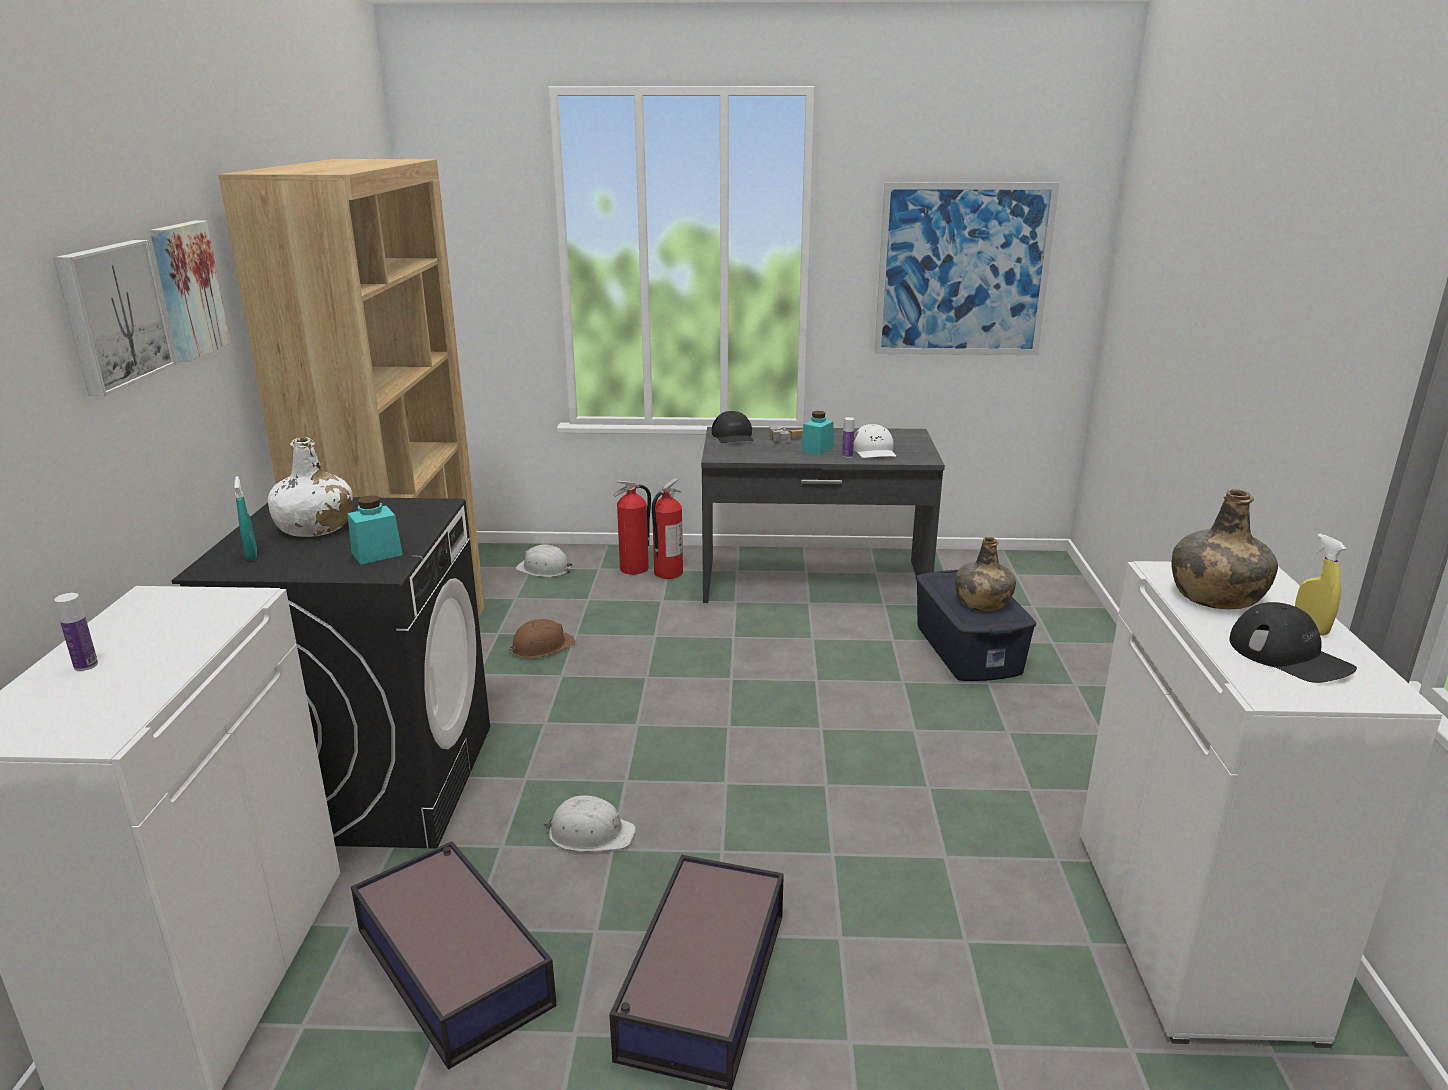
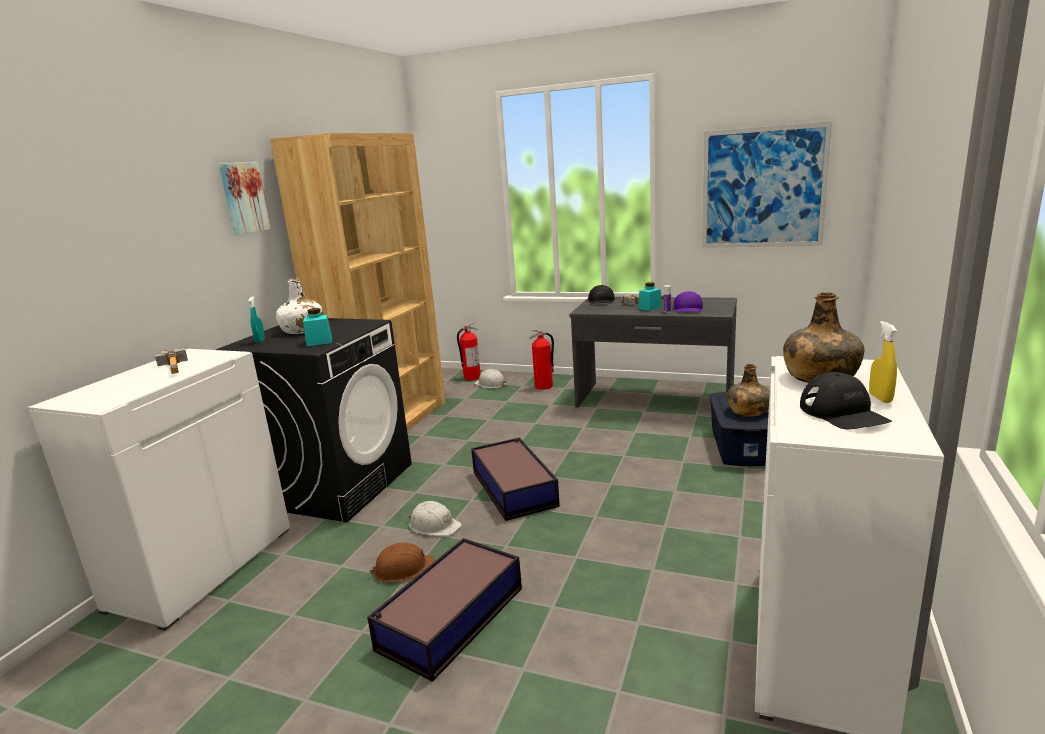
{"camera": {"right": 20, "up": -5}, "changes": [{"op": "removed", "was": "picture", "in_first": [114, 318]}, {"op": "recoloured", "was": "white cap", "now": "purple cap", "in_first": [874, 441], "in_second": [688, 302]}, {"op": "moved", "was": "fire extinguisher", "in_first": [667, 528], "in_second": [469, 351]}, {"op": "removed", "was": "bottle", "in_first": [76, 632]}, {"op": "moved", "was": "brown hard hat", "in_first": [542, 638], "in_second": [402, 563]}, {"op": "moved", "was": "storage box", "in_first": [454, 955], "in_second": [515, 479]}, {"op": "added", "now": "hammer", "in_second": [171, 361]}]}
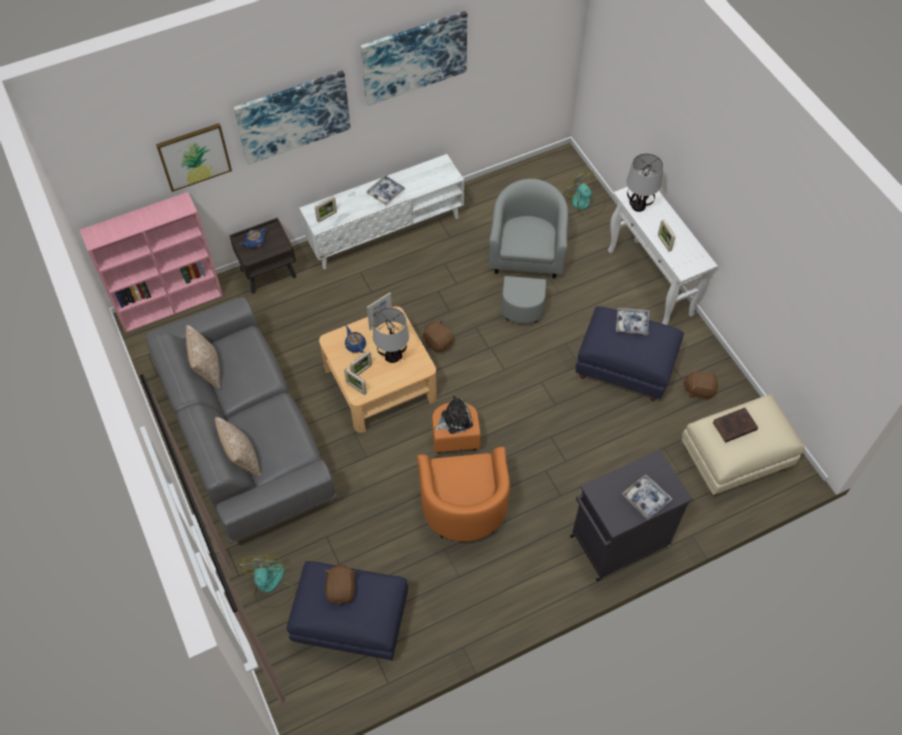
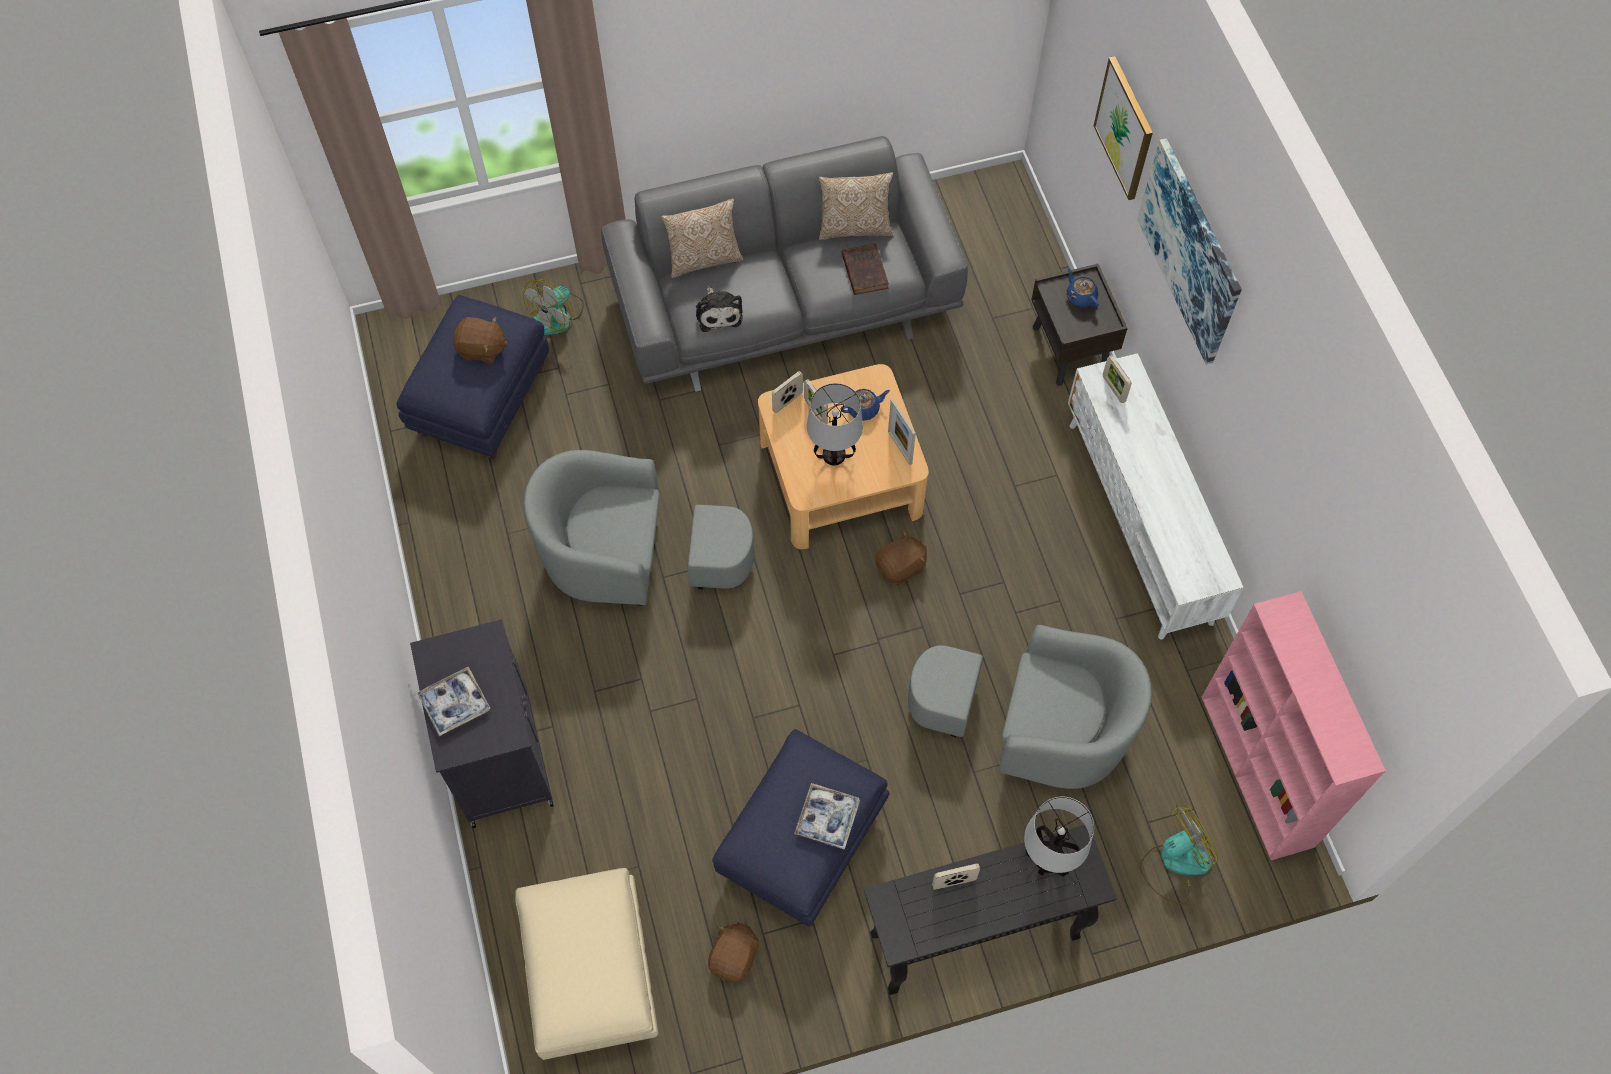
{"camera": {"right": 100, "up": 5}, "changes": [{"op": "removed", "was": "picture", "in_first": [413, 58]}, {"op": "removed", "was": "tray", "in_first": [386, 190]}, {"op": "recoloured", "was": "white console table", "now": "black console table", "in_first": [663, 256], "in_second": [990, 910]}, {"op": "moved", "was": "pink bookcase", "in_first": [151, 262], "in_second": [1294, 725]}, {"op": "moved", "was": "plush toy", "in_first": [453, 415], "in_second": [719, 309]}, {"op": "recoloured", "was": "orange armchair", "now": "grey armchair", "in_first": [463, 471], "in_second": [639, 528]}, {"op": "moved", "was": "brown book", "in_first": [735, 425], "in_second": [865, 269]}, {"op": "turned", "was": "fan", "in_first": [267, 582], "in_second": [553, 307], "clockwise": 120}]}
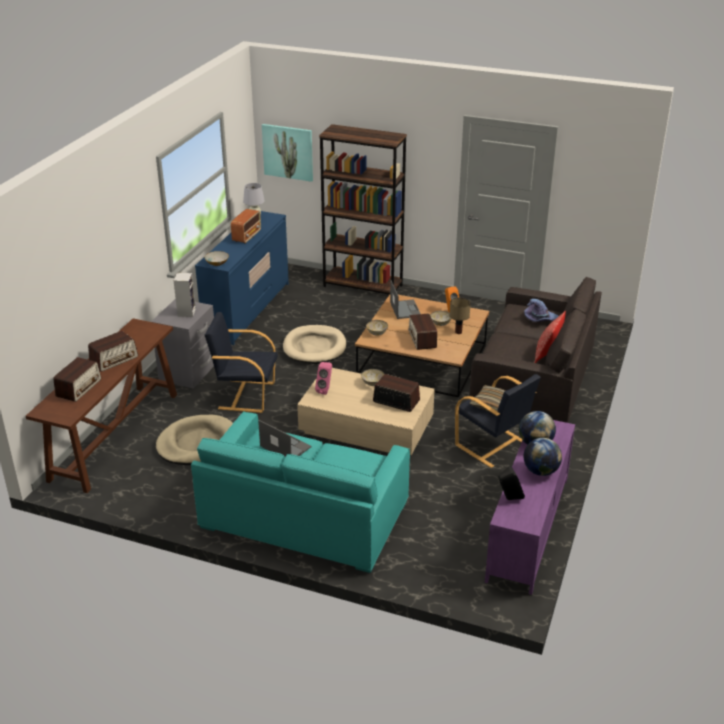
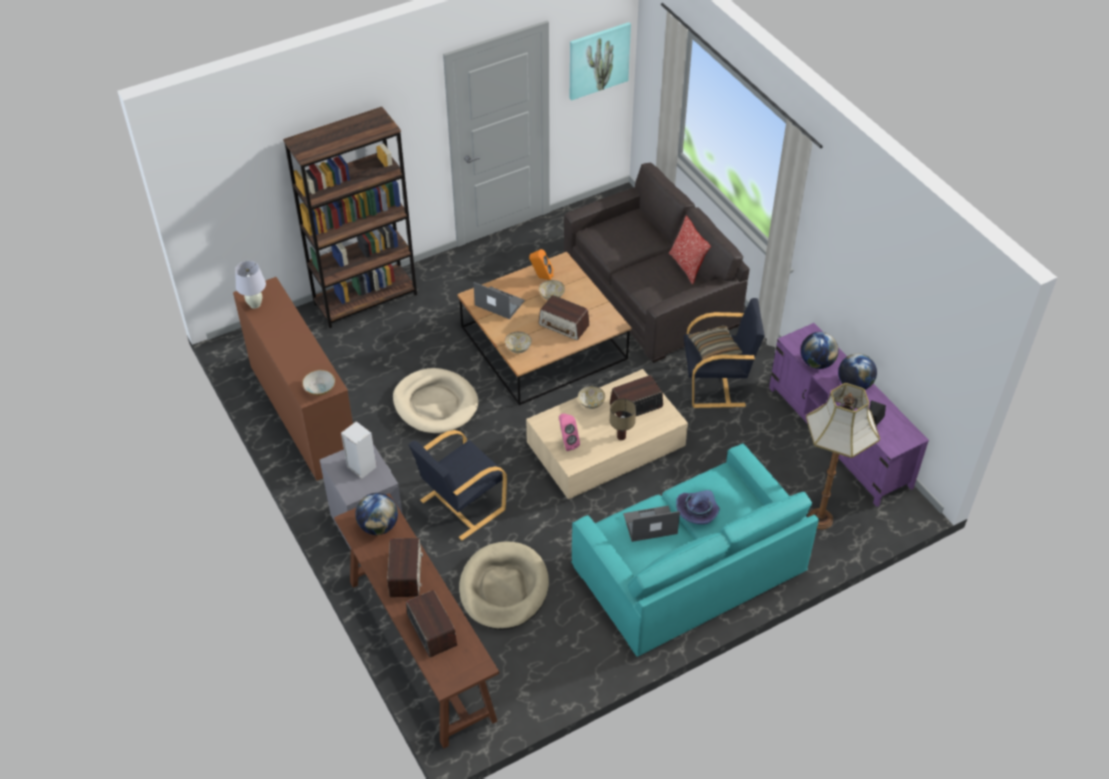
{"camera": {"right": -50, "up": 15}, "changes": [{"op": "moved", "was": "picture", "in_first": [287, 153], "in_second": [600, 61]}, {"op": "removed", "was": "radio", "in_first": [246, 226]}, {"op": "recoloured", "was": "blue dresser", "now": "brown dresser", "in_first": [242, 278], "in_second": [293, 379]}, {"op": "moved", "was": "table lamp", "in_first": [460, 316], "in_second": [623, 419]}, {"op": "moved", "was": "purple hat", "in_first": [541, 310], "in_second": [698, 507]}, {"op": "added", "now": "floor lamp", "in_second": [843, 456]}, {"op": "added", "now": "globe", "in_second": [376, 514]}]}
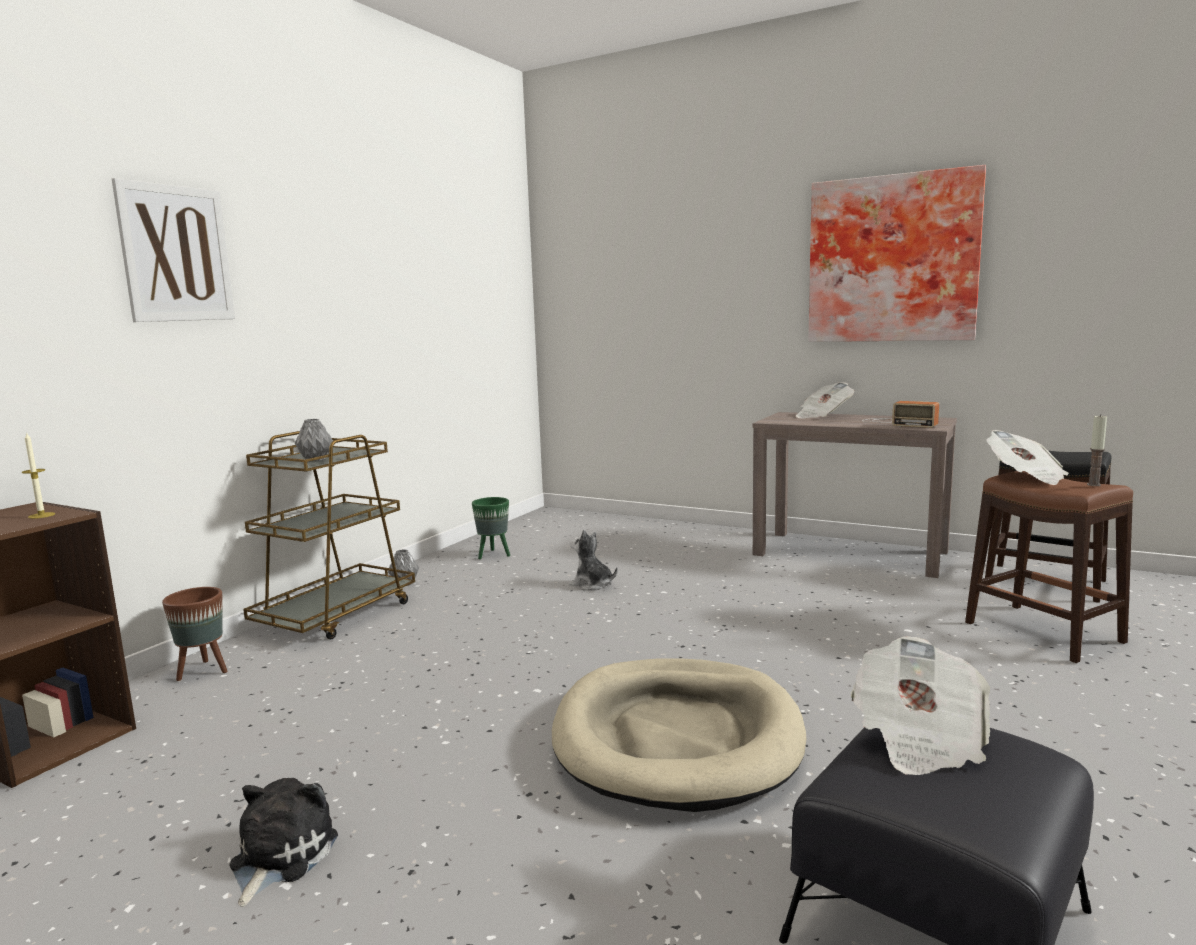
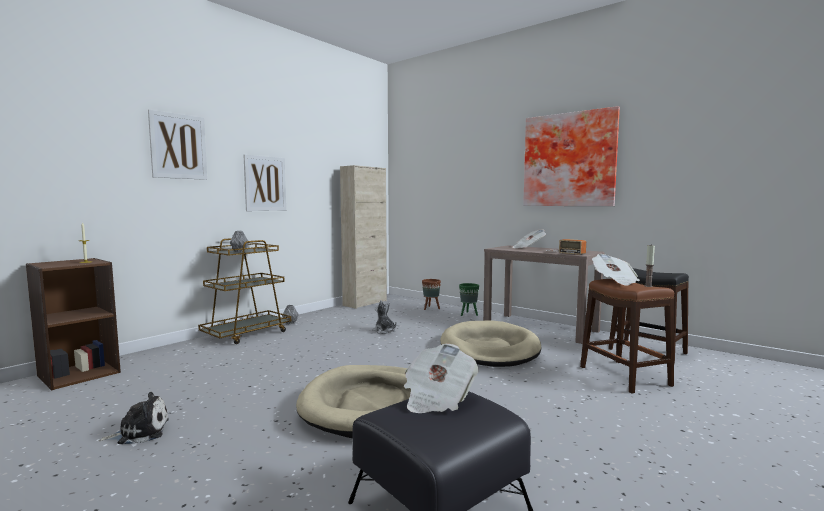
{"camera": {"right": 10, "up": -5}, "changes": [{"op": "moved", "was": "green planter", "in_first": [491, 528], "in_second": [469, 299]}, {"op": "moved", "was": "brown planter", "in_first": [195, 634], "in_second": [431, 294]}, {"op": "turned", "was": "plush toy", "in_first": [284, 842], "in_second": [133, 418], "clockwise": 45}, {"op": "added", "now": "picture", "in_second": [265, 182]}, {"op": "added", "now": "beige cabinet", "in_second": [363, 237]}, {"op": "added", "now": "beige dog bed", "in_second": [490, 343]}]}
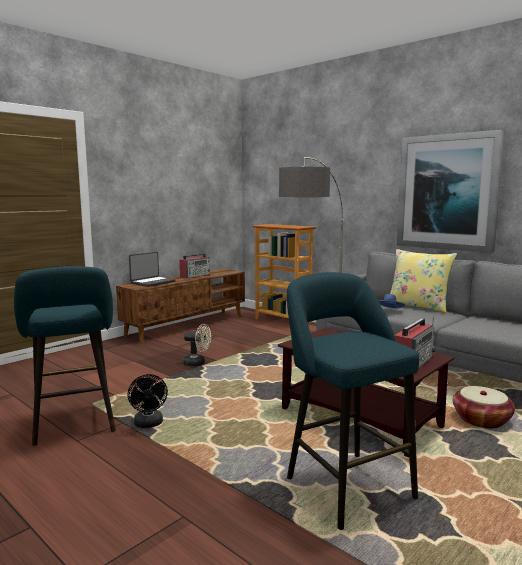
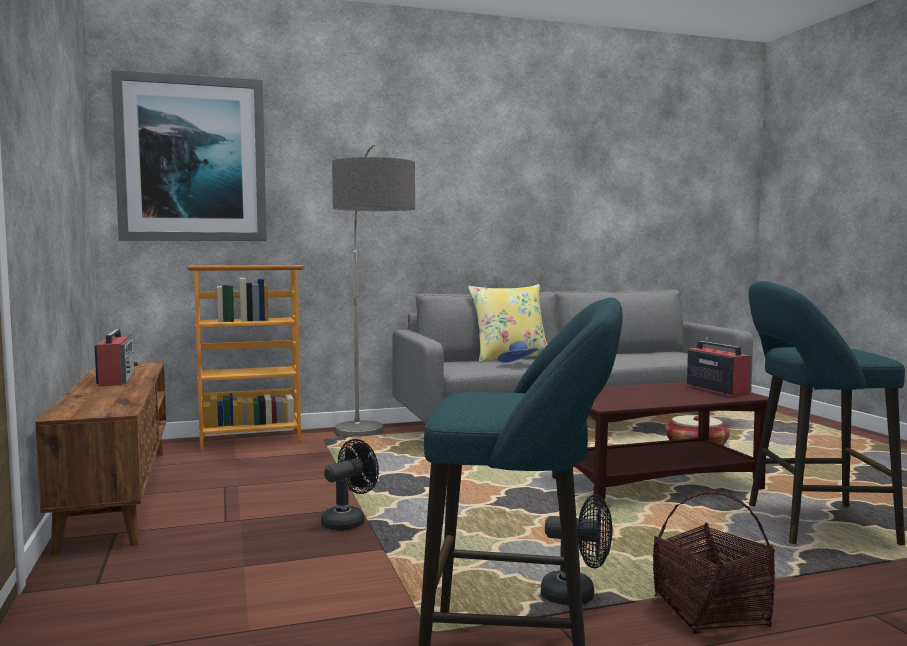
{"camera": {"right": -60, "up": -5}, "changes": [{"op": "moved", "was": "picture", "in_first": [451, 191], "in_second": [189, 155]}, {"op": "removed", "was": "laptop", "in_first": [152, 269]}, {"op": "recoloured", "was": "beige fan", "now": "black fan", "in_first": [197, 345], "in_second": [350, 485]}, {"op": "added", "now": "basket", "in_second": [714, 562]}]}
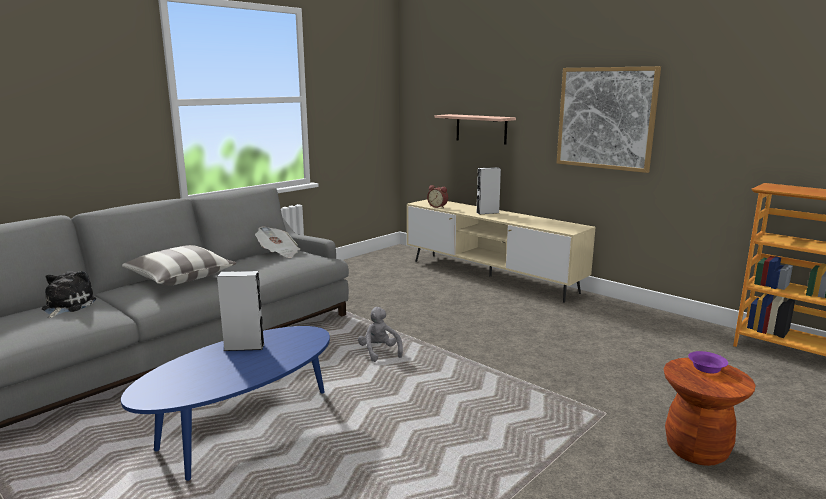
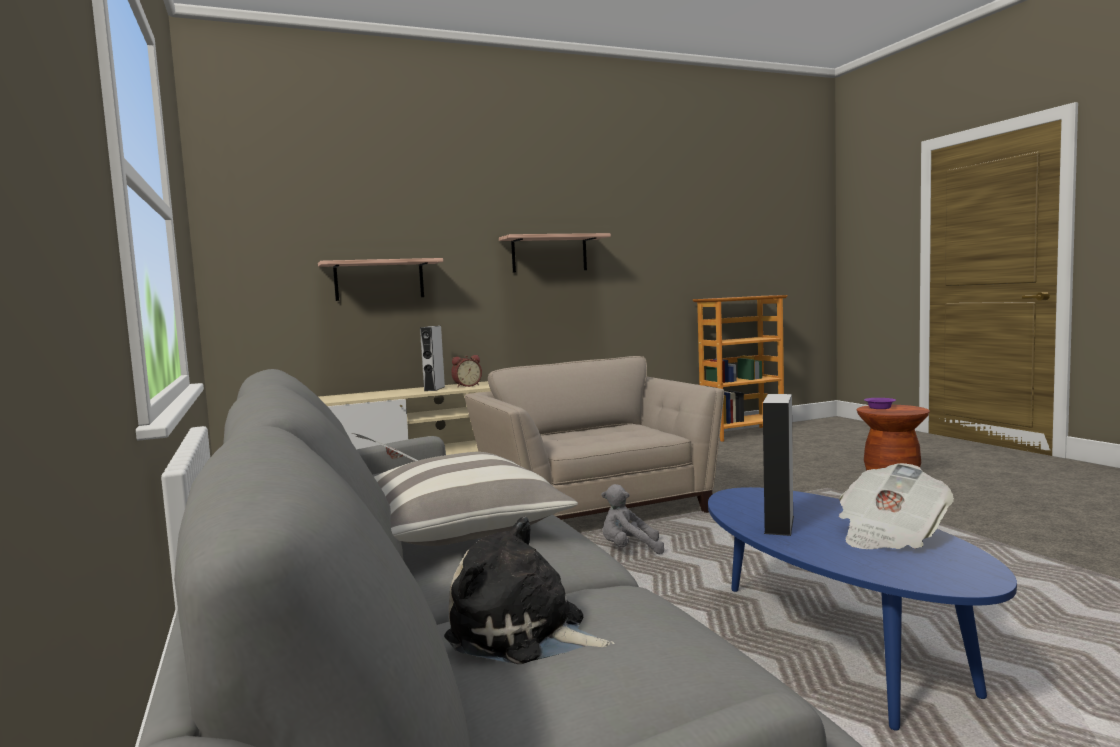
{"camera": {"right": -65, "up": -10}, "changes": [{"op": "replaced", "was": "picture", "now": "shelf", "in_first": [609, 119], "in_second": [555, 252]}, {"op": "moved", "was": "alarm clock", "in_first": [437, 196], "in_second": [466, 371]}, {"op": "added", "now": "beige armchair", "in_second": [594, 438]}, {"op": "added", "now": "newspaper", "in_second": [896, 506]}]}
